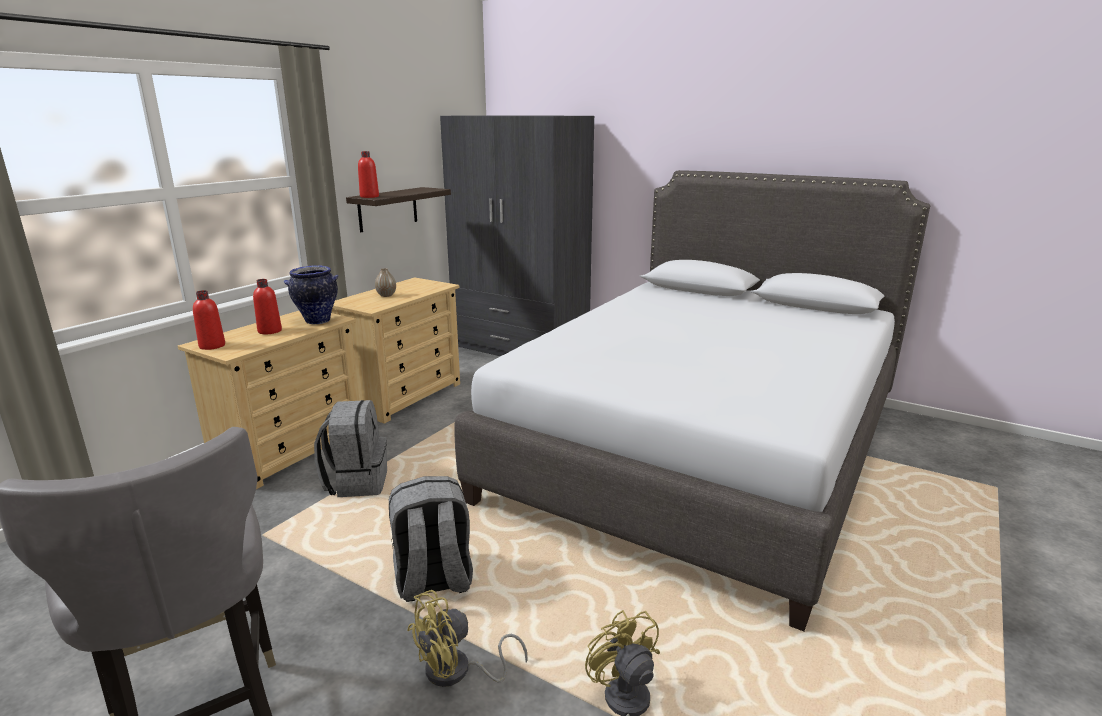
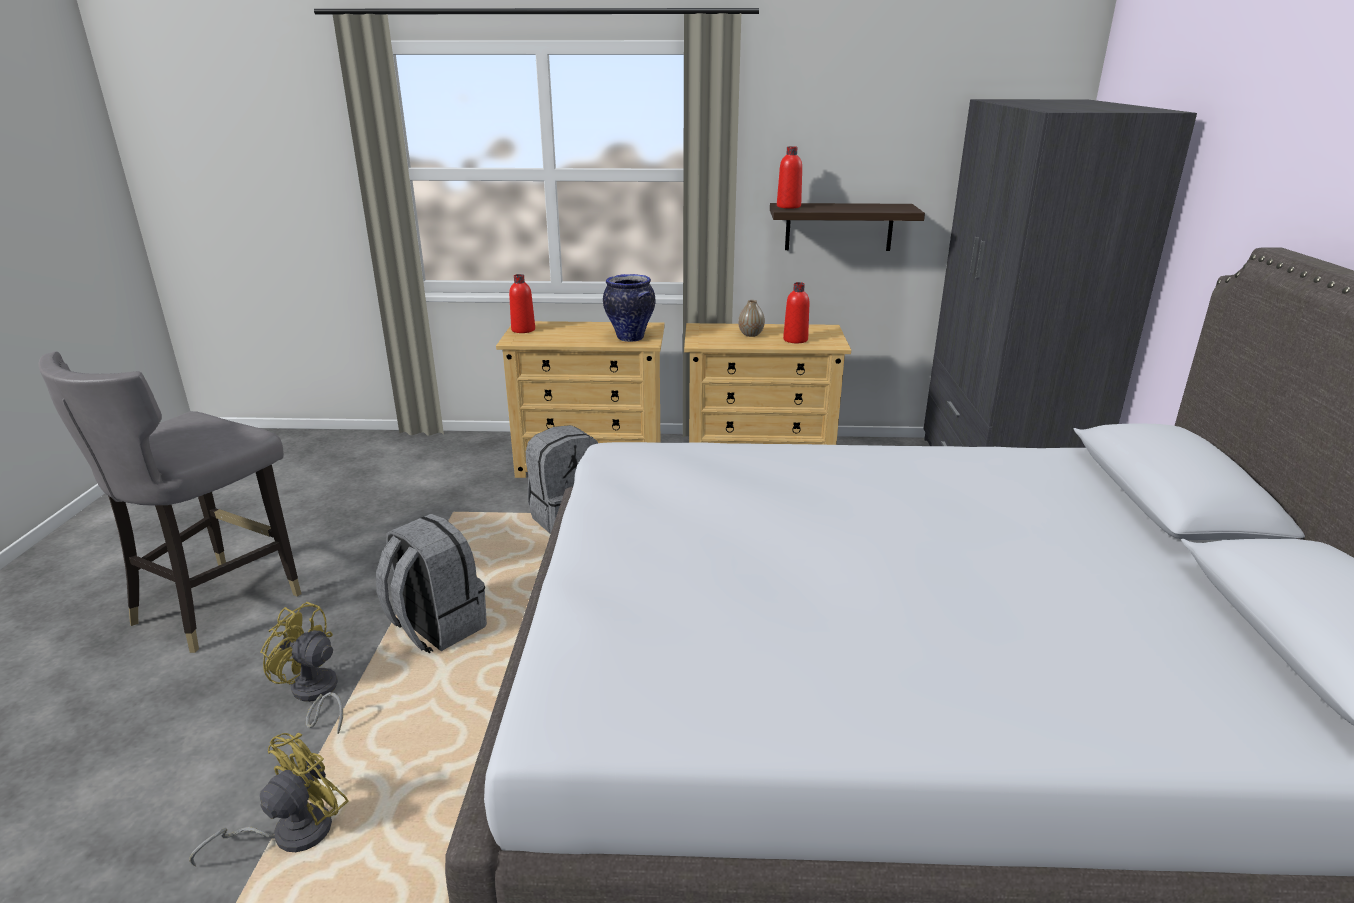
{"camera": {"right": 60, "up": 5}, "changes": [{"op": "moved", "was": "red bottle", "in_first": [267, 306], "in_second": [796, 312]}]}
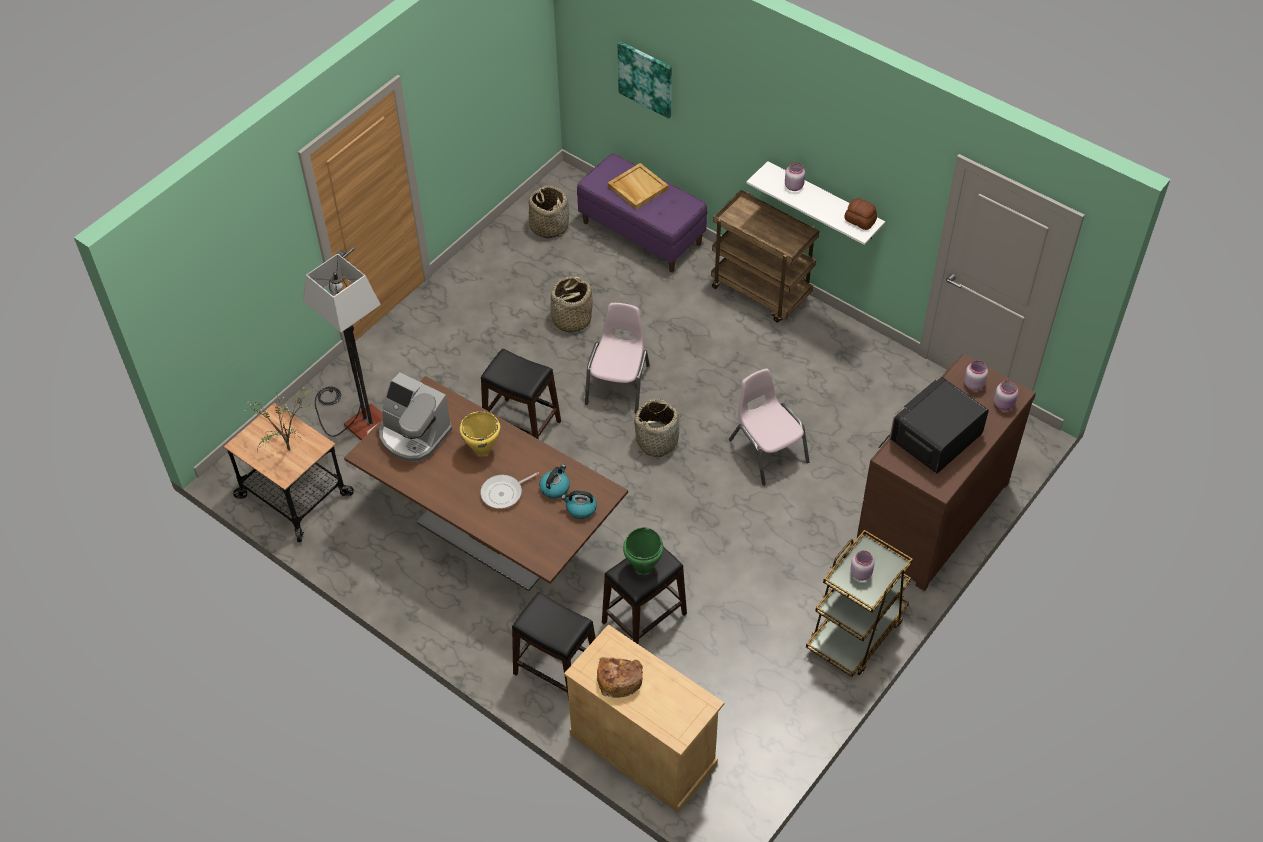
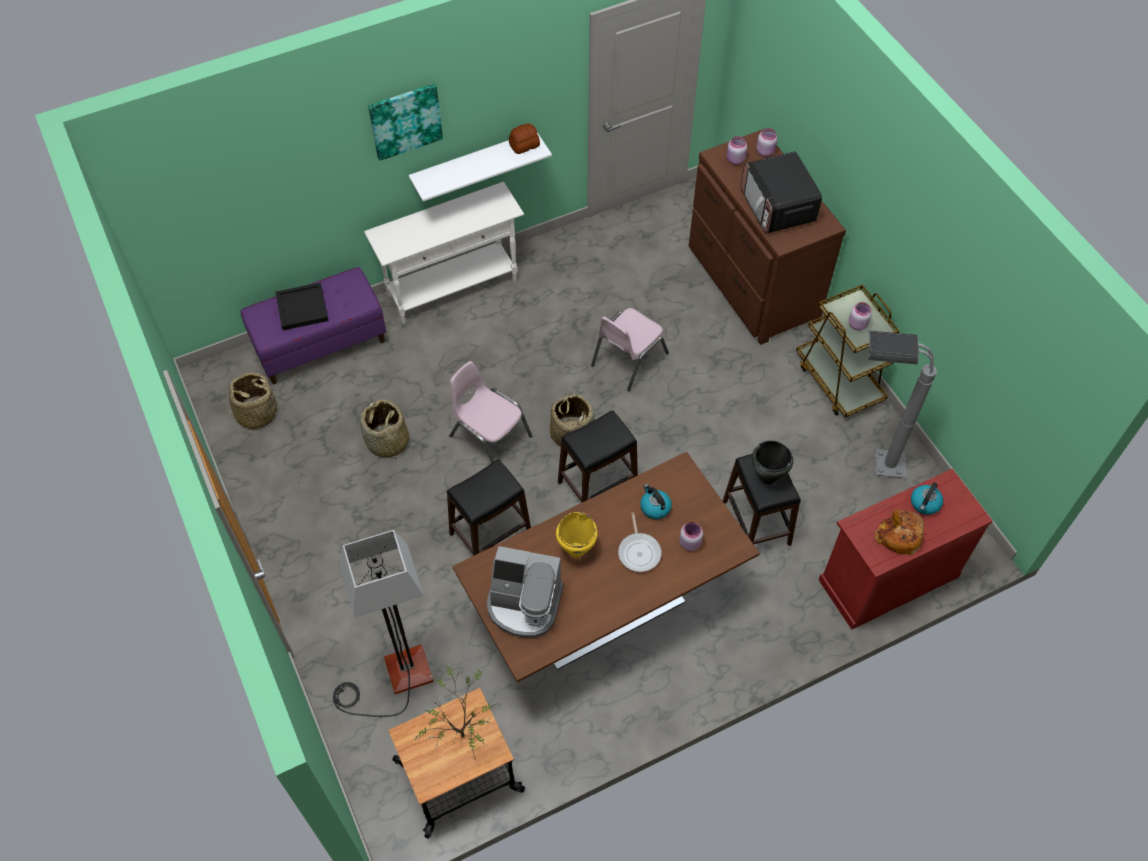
{"camera": {"right": -65, "up": 5}, "changes": [{"op": "moved", "was": "picture", "in_first": [645, 80], "in_second": [405, 122]}, {"op": "recoloured", "was": "beige tray", "now": "black tray", "in_first": [638, 186], "in_second": [302, 306]}, {"op": "moved", "was": "pink jar", "in_first": [795, 177], "in_second": [691, 536]}, {"op": "replaced", "was": "brown cart", "now": "white console table", "in_first": [765, 256], "in_second": [444, 252]}, {"op": "turned", "was": "pink chair", "in_first": [769, 427], "in_second": [630, 349], "clockwise": -45}, {"op": "turned", "was": "coffee machine", "in_first": [415, 417], "in_second": [525, 592], "clockwise": 45}, {"op": "moved", "was": "kettle", "in_first": [579, 504], "in_second": [927, 498]}, {"op": "recoloured", "was": "green cooking pot", "now": "black cooking pot", "in_first": [643, 550], "in_second": [772, 462]}, {"op": "moved", "was": "black stool", "in_first": [554, 646], "in_second": [598, 456]}, {"op": "recoloured", "was": "beige cabinet", "now": "red cabinet", "in_first": [644, 718], "in_second": [905, 549]}, {"op": "added", "now": "grey floor lamp", "in_second": [902, 404]}]}
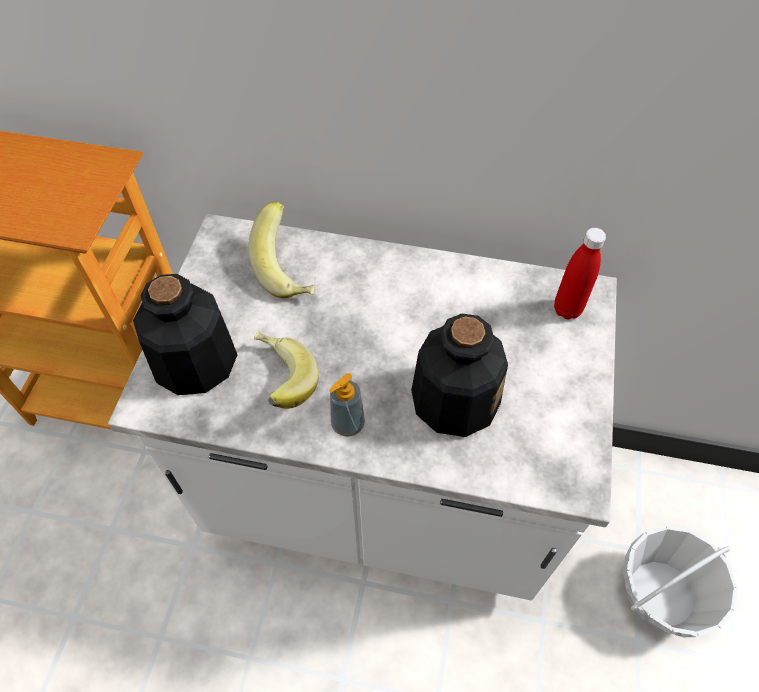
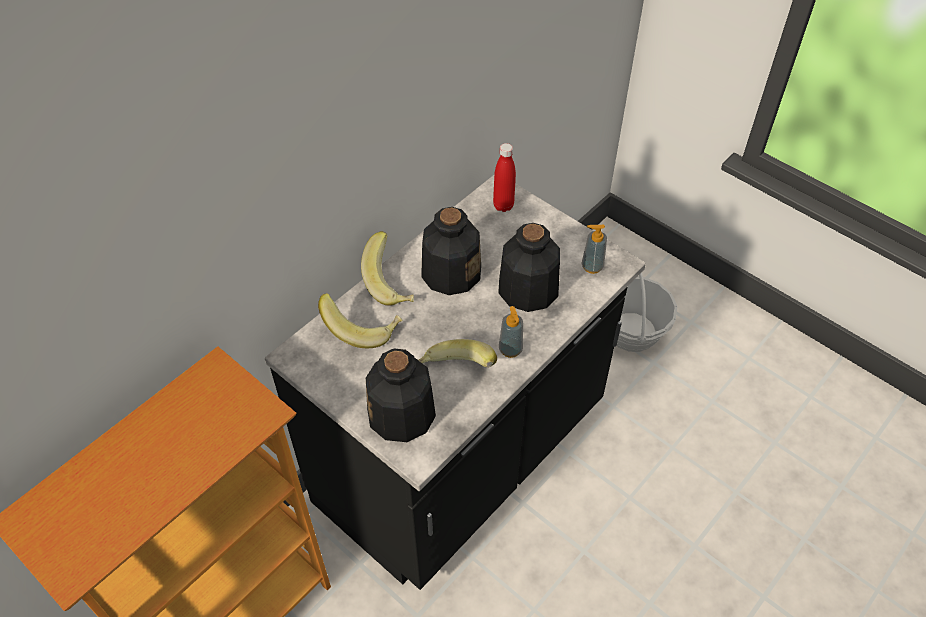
{"camera": {"right": -60, "up": -5}, "changes": [{"op": "recoloured", "was": "white counter", "now": "black counter", "in_first": [362, 407], "in_second": [455, 382]}, {"op": "added", "now": "bottle", "in_second": [451, 251]}, {"op": "added", "now": "soap dispenser", "in_second": [594, 249]}, {"op": "added", "now": "banana", "in_second": [387, 268]}]}
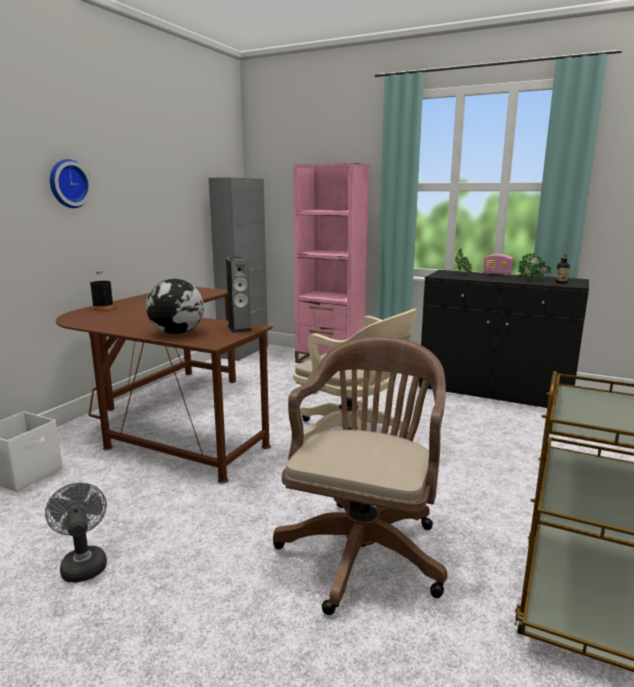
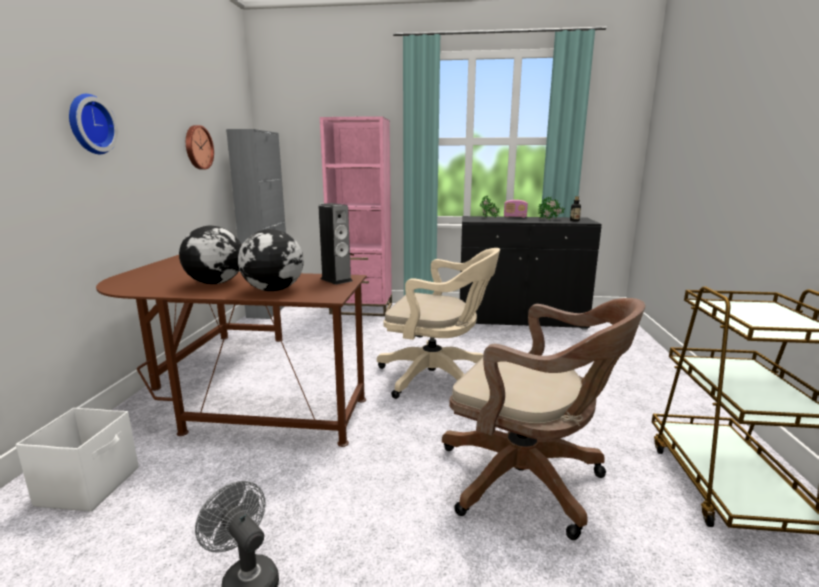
{"camera": {"right": -20, "up": 0}, "changes": [{"op": "removed", "was": "black bottle", "in_first": [102, 290]}, {"op": "turned", "was": "brown office chair", "in_first": [360, 476], "in_second": [543, 419], "clockwise": 120}, {"op": "added", "now": "wall clock", "in_second": [200, 147]}, {"op": "added", "now": "globe", "in_second": [210, 255]}]}
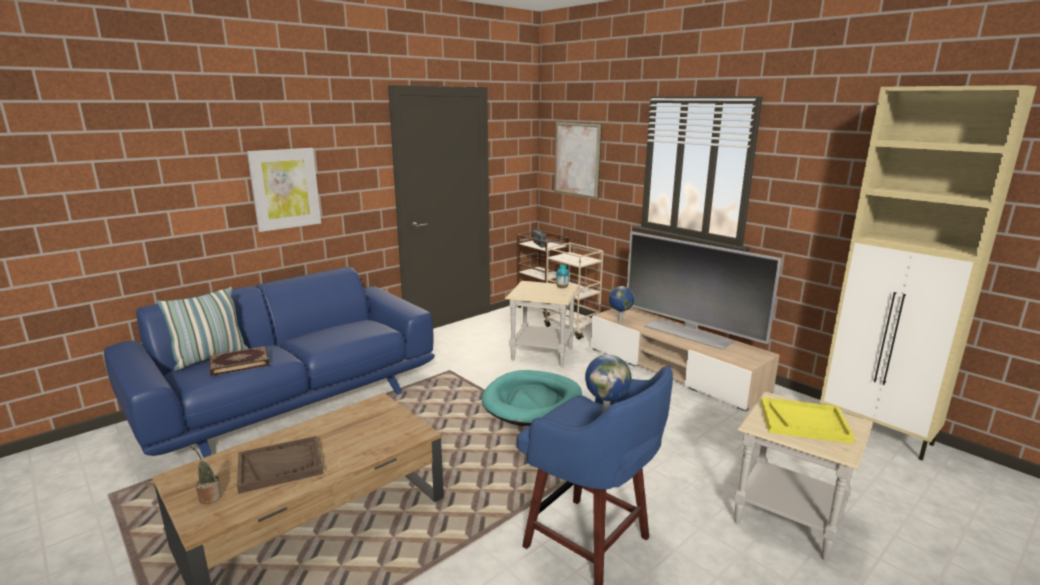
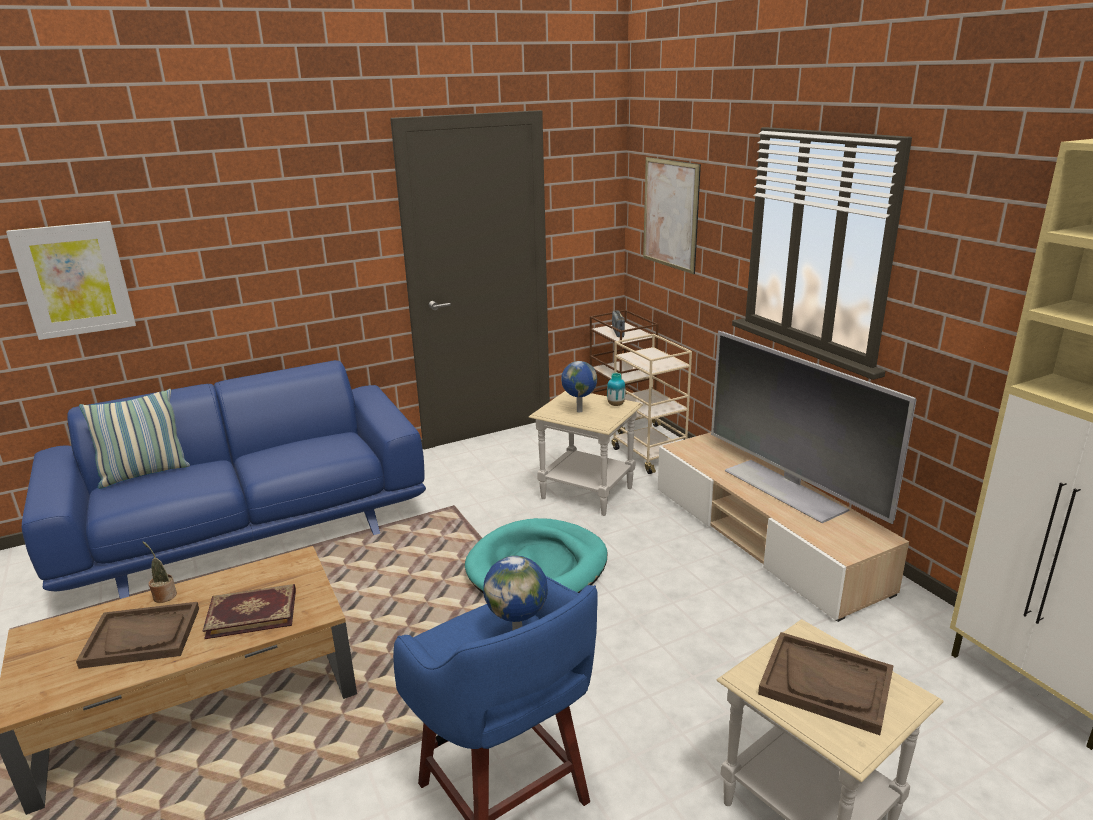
{"camera": {"right": 15, "up": 5}, "changes": [{"op": "moved", "was": "picture", "in_first": [284, 190], "in_second": [71, 280]}, {"op": "moved", "was": "globe", "in_first": [622, 304], "in_second": [579, 387]}, {"op": "moved", "was": "book", "in_first": [239, 361], "in_second": [249, 611]}, {"op": "recoloured", "was": "yellow tray", "now": "brown tray", "in_first": [807, 420], "in_second": [826, 683]}, {"op": "moved", "was": "potted plant", "in_first": [205, 474], "in_second": [160, 572]}]}
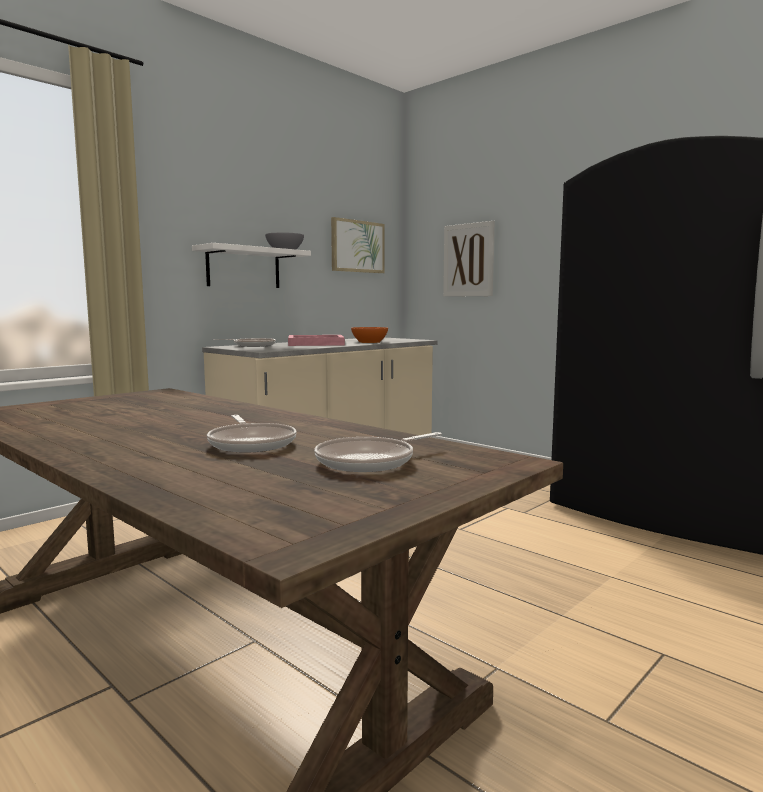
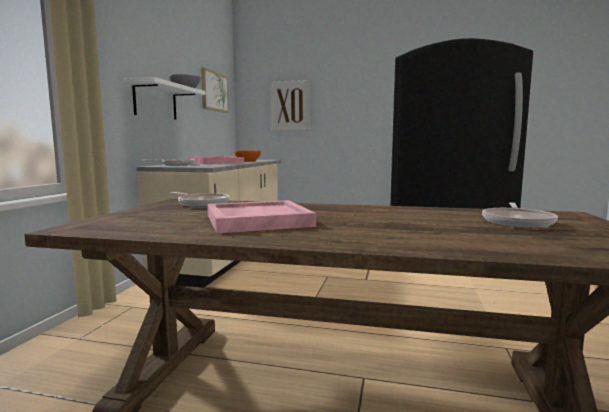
{"camera": {"right": -30, "up": 0}, "changes": [{"op": "moved", "was": "frying pan", "in_first": [251, 434], "in_second": [200, 199]}, {"op": "added", "now": "pink tray", "in_second": [261, 216]}]}
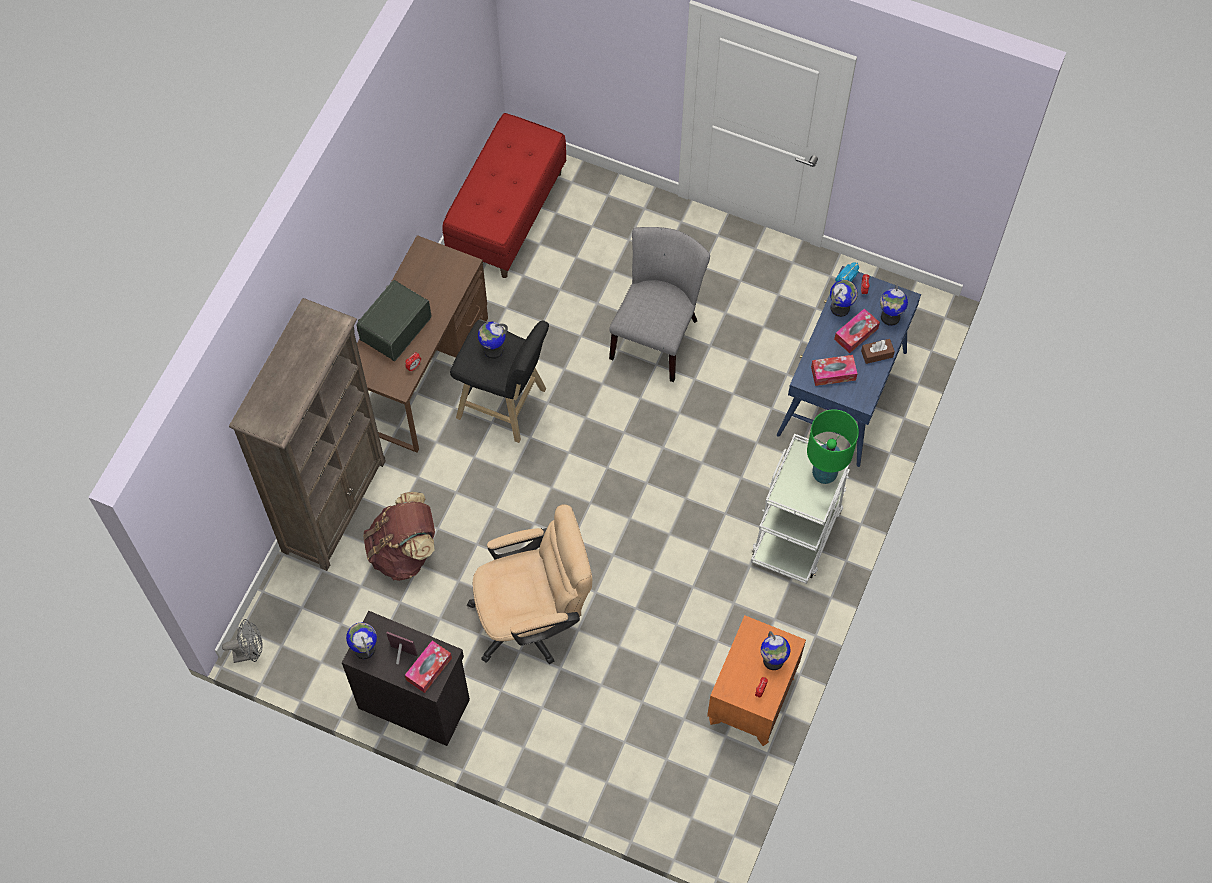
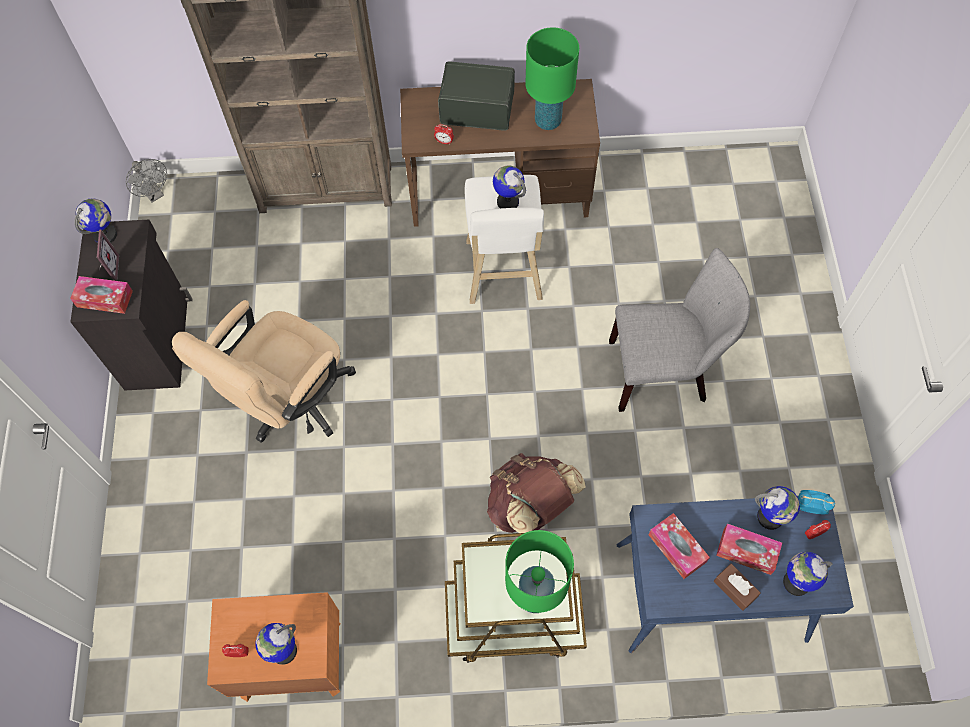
{"camera": {"right": 65, "up": 0}, "changes": [{"op": "removed", "was": "red bench", "in_first": [504, 195]}, {"op": "recoloured", "was": "black stool", "now": "white stool", "in_first": [499, 381], "in_second": [504, 239]}, {"op": "recoloured", "was": "white cart", "now": "brown cart", "in_first": [800, 509], "in_second": [516, 598]}, {"op": "moved", "was": "brown backpack", "in_first": [399, 536], "in_second": [536, 493]}, {"op": "turned", "was": "beige office chair", "in_first": [529, 584], "in_second": [264, 371], "clockwise": 75}, {"op": "added", "now": "green table lamp", "in_second": [552, 78]}]}
